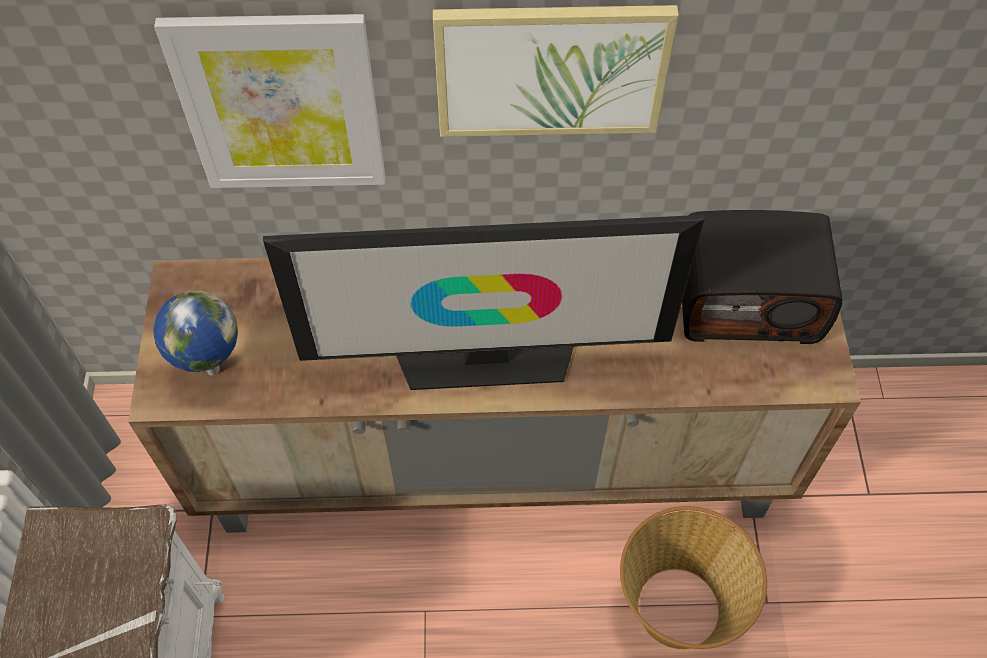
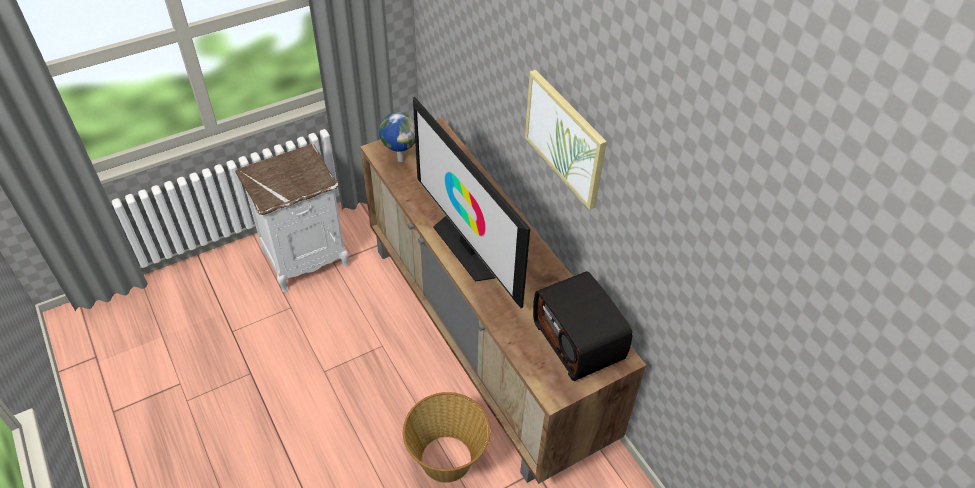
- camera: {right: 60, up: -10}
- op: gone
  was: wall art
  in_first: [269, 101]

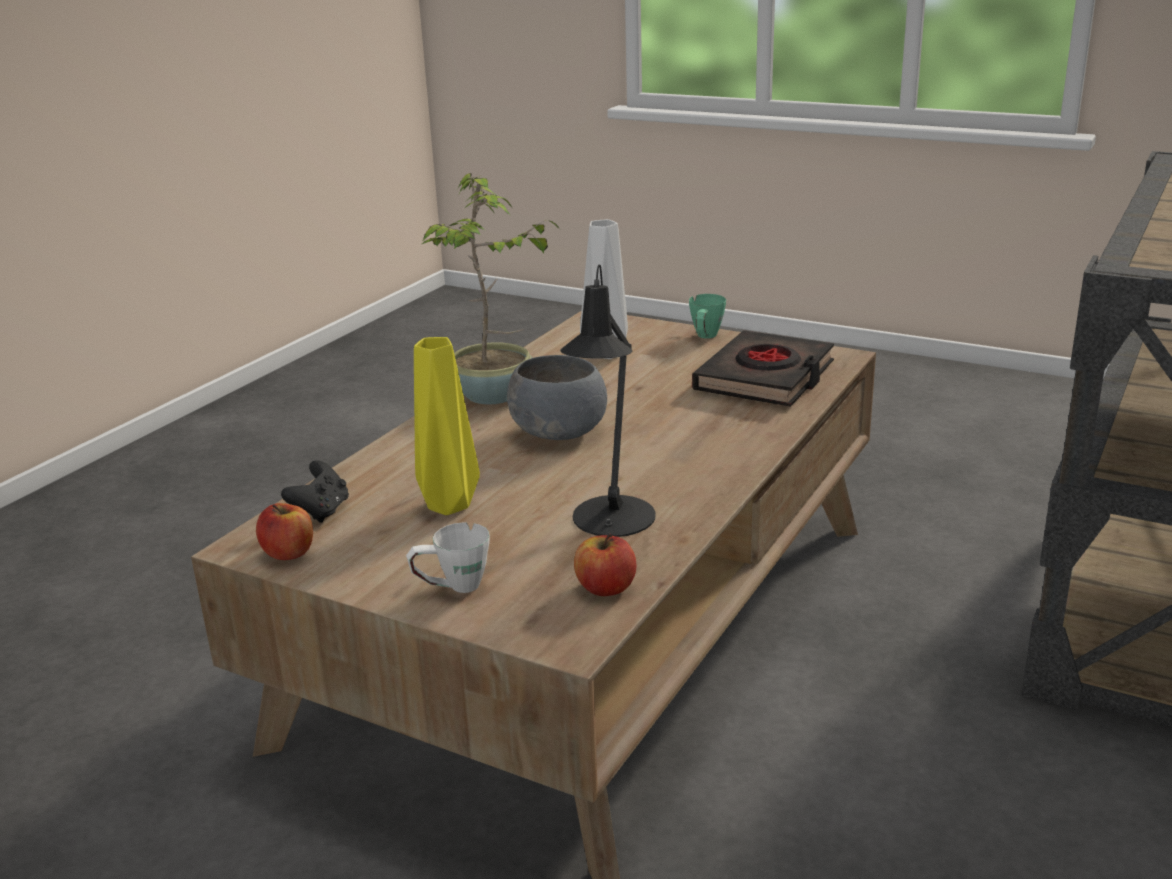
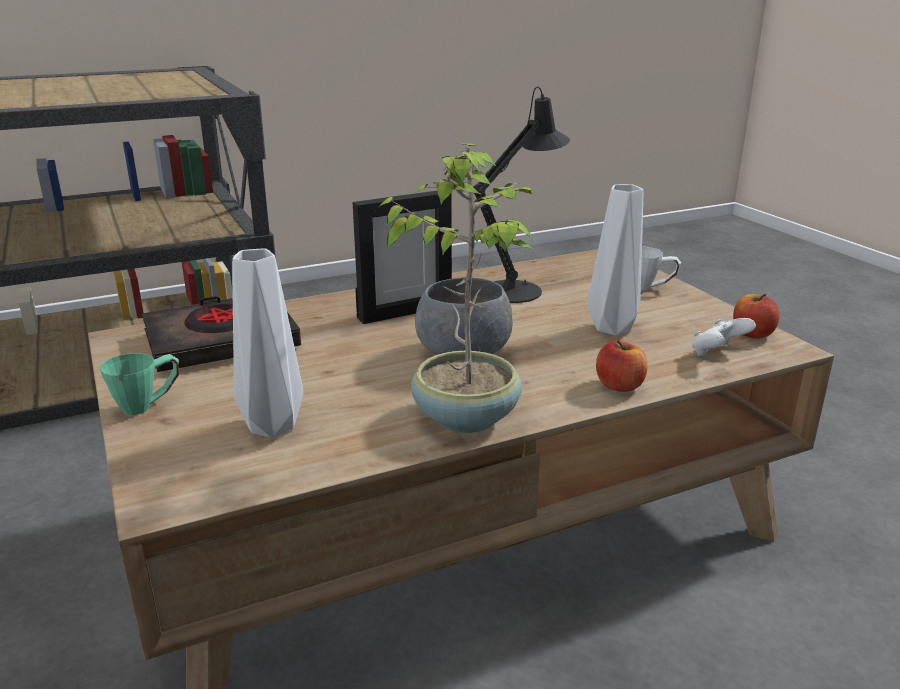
- camera: {right: -145, up: 0}
- op: repainted
  was: game controller/blackish
  now: game controller/white-coloured
  in_first: [315, 491]
  in_second: [724, 337]
- op: repainted
  was: decorative vase/yellow
  now: decorative vase/white-coloured
  in_first: [447, 426]
  in_second: [615, 259]
- op: shifted
  was: apple fruit
  in_first: [605, 564]
  in_second: [621, 366]
- op: new
  now: picture frame
  in_second: [402, 257]

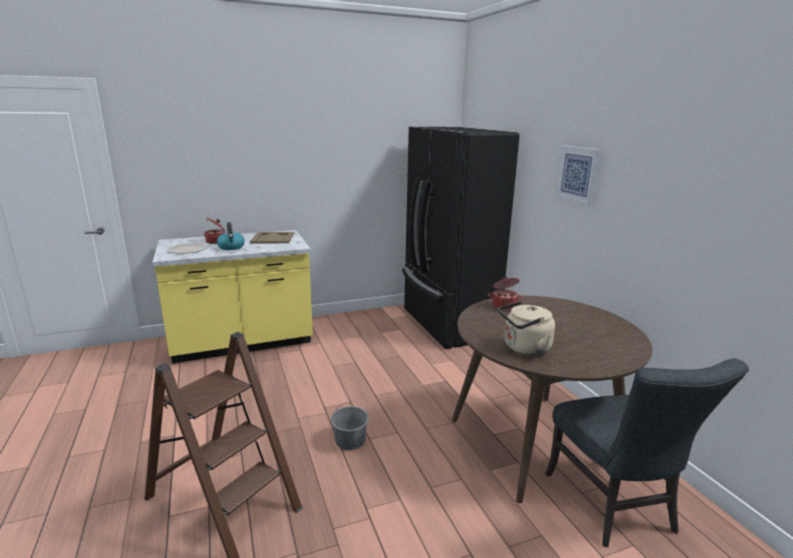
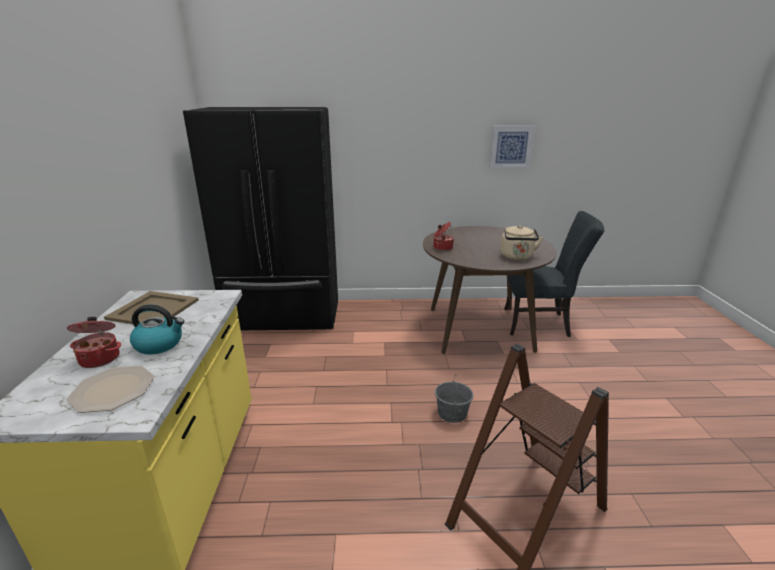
- camera: {right: -70, up: 5}
- op: shifted
  was: wall art
  in_first: [578, 175]
  in_second: [512, 146]

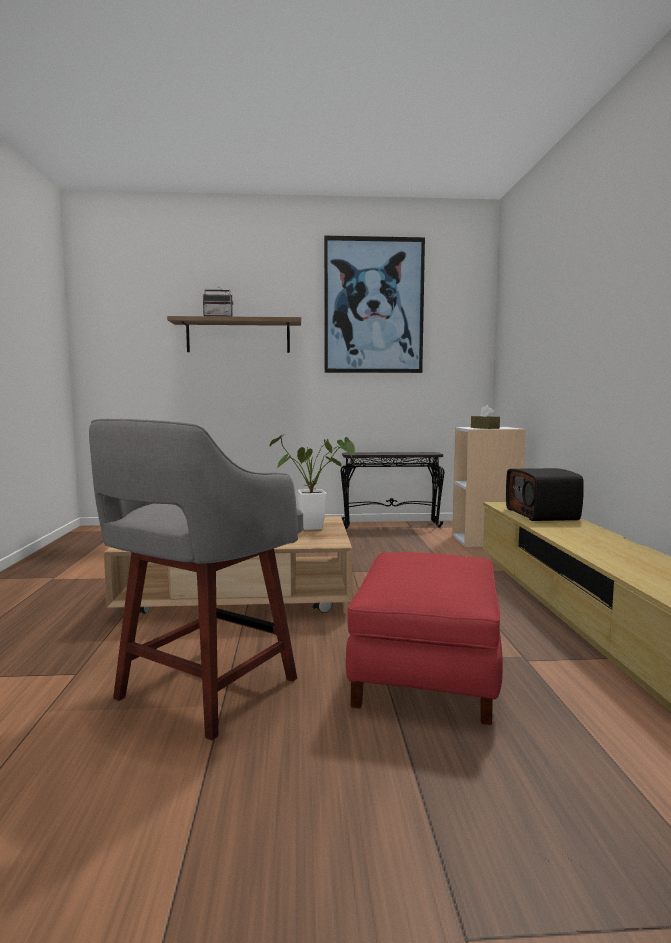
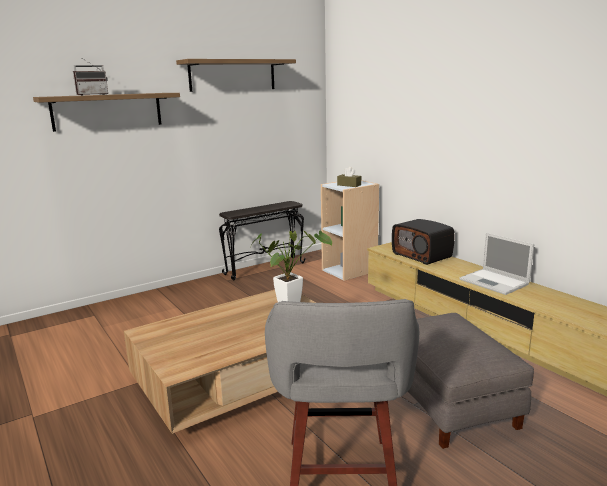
- camera: {right: -30, up: 10}
- op: swapped
  was: wall art
  now: wall shelf
  in_first: [374, 304]
  in_second: [236, 75]
- op: repainted
  was: pouffe/red-coloured
  now: pouffe/grey
  in_first: [424, 638]
  in_second: [471, 381]
- op: new
  now: portable computer
  in_second: [497, 264]

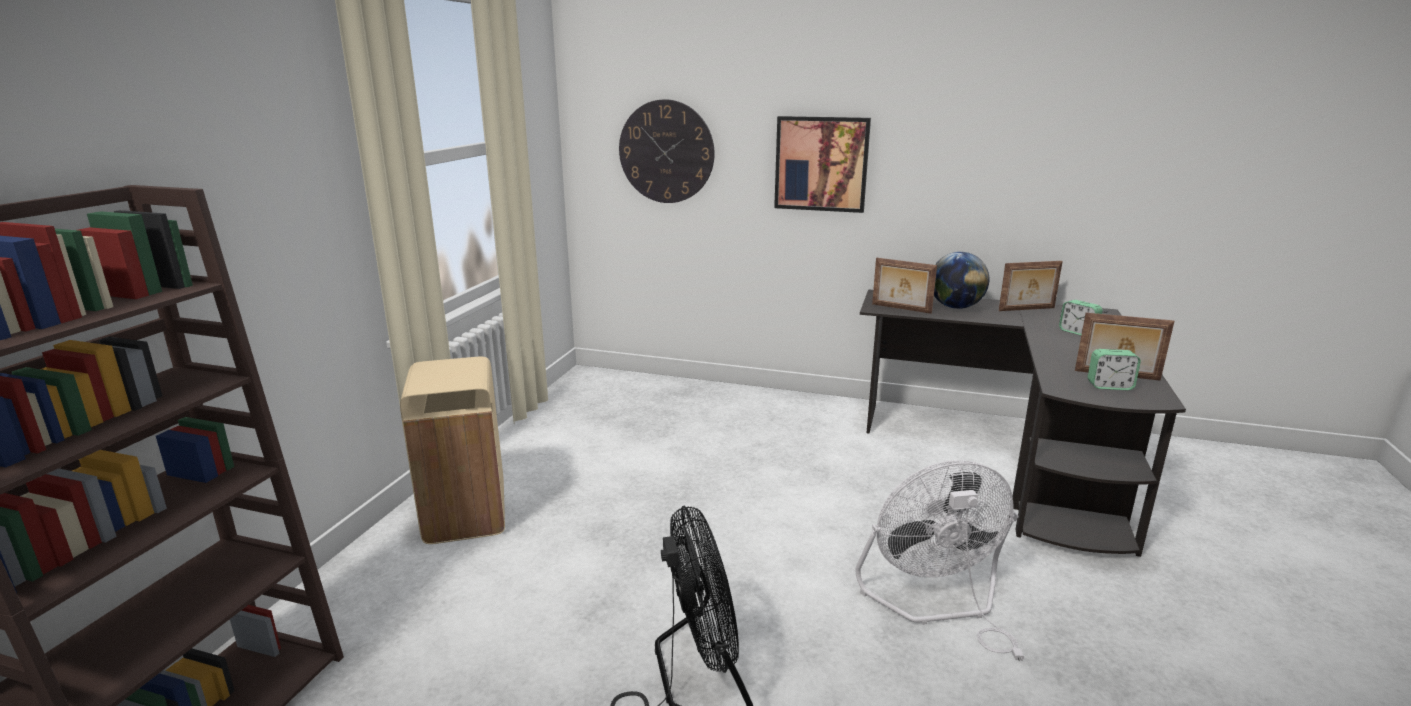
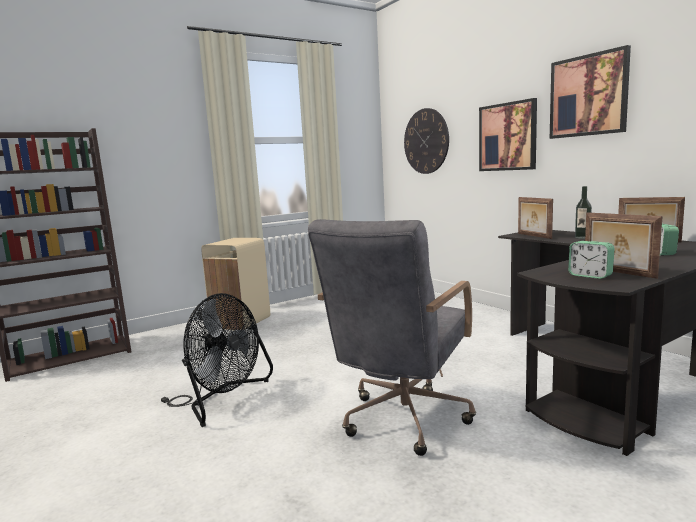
- camera: {right: 40, up: -10}
- op: swapped
  was: cooling fan/white-coloured
  now: desk chair/grey
  in_first: [940, 560]
  in_second: [392, 337]
- op: swapped
  was: world globe
  now: bottle
  in_first: [961, 280]
  in_second: [583, 212]
- op: new
  now: wall art
  in_second: [590, 92]

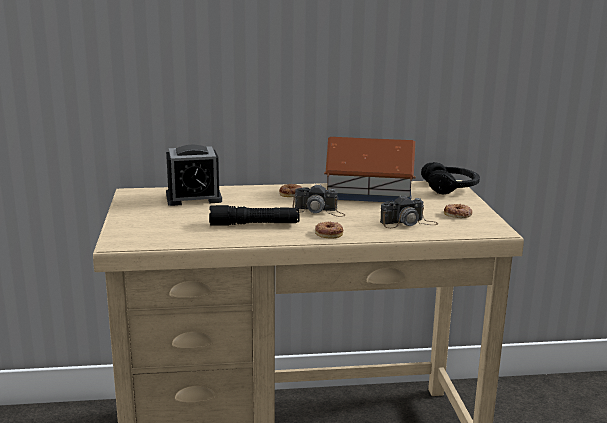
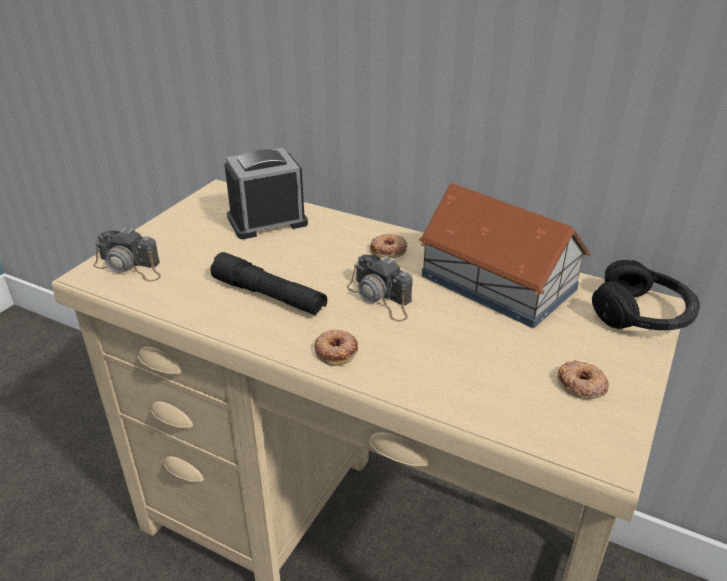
- camera: {right: 35, up: 15}
- op: rotated
  was: alarm clock
  in_first: [194, 175]
  in_second: [266, 193]
  clockwise: 135
- op: shifted
  was: photo camera
  in_first: [409, 211]
  in_second: [127, 254]

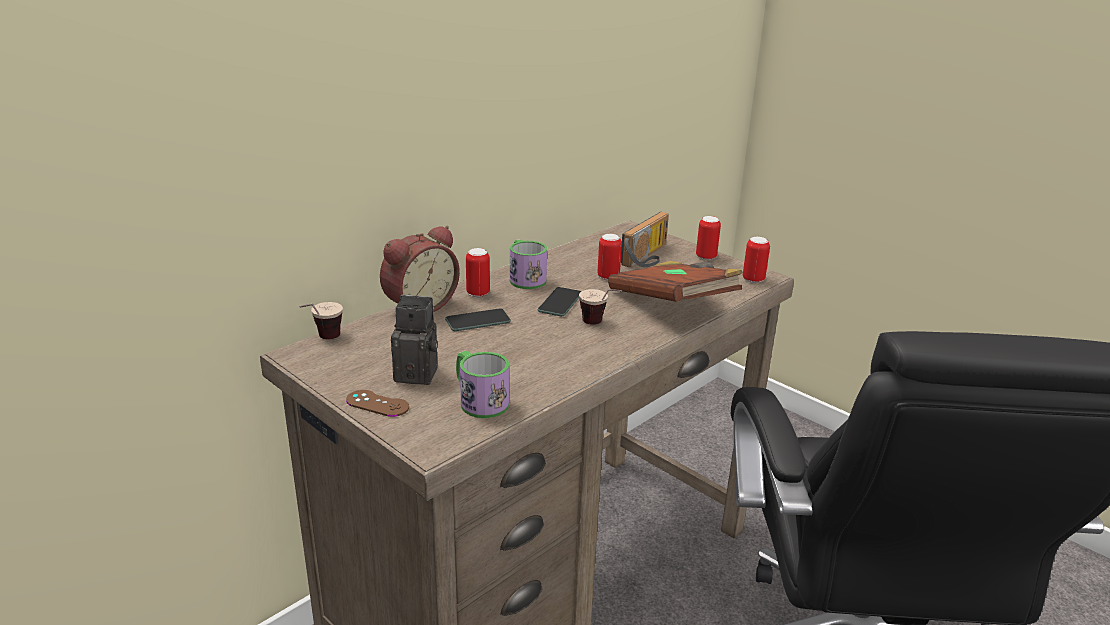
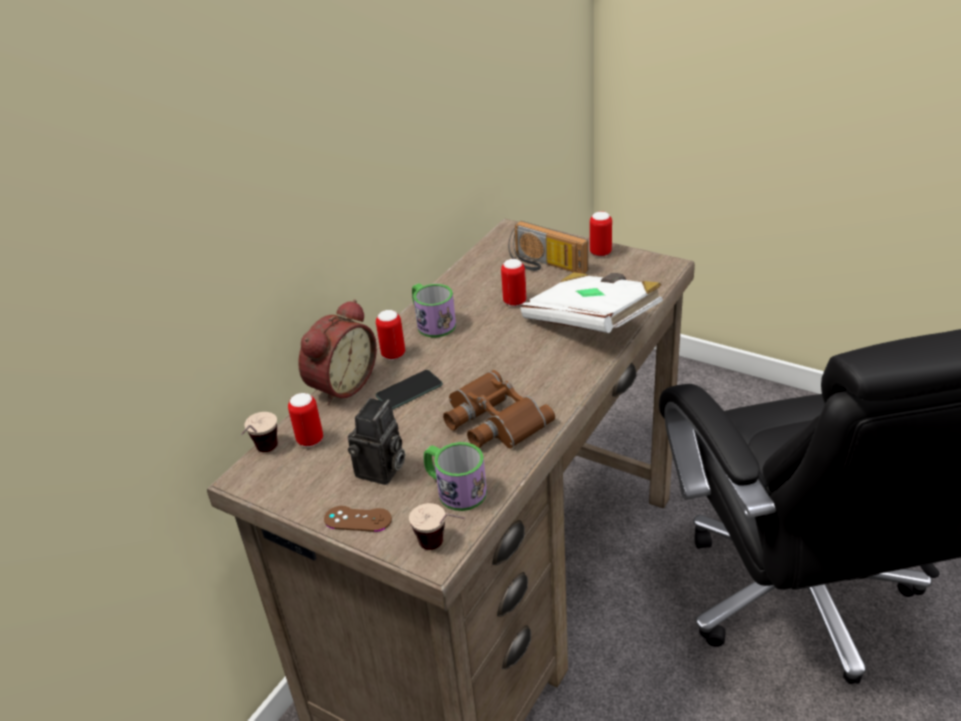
- camera: {right: -10, up: 10}
- op: rotated
  was: photo camera
  in_first: [414, 340]
  in_second: [376, 441]
  clockwise: 120
- op: gone
  was: phone
  in_first: [559, 301]
- op: shifted
  was: cup
  in_first: [600, 307]
  in_second: [437, 526]
- op: repainted
  was: book/brown
  now: book/white-coloured
  in_first: [675, 281]
  in_second: [591, 302]
- op: rotated
  was: radio set
  in_first: [645, 239]
  in_second: [548, 247]
  clockwise: 105
- op: shifted
  was: sealed can
  in_first: [756, 260]
  in_second: [305, 420]
- op: new
  now: field glasses/brown
  in_second: [499, 409]

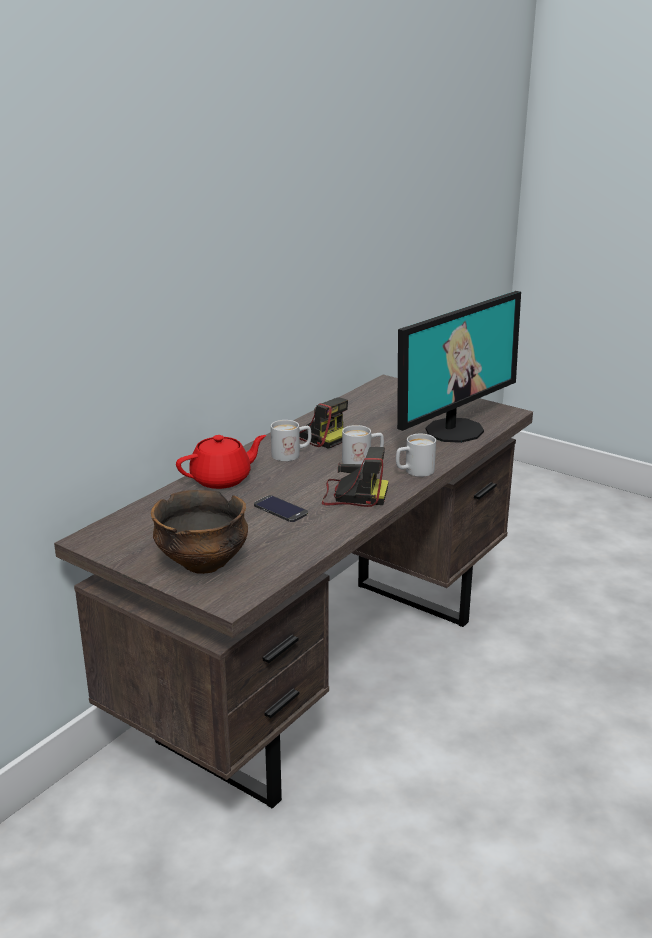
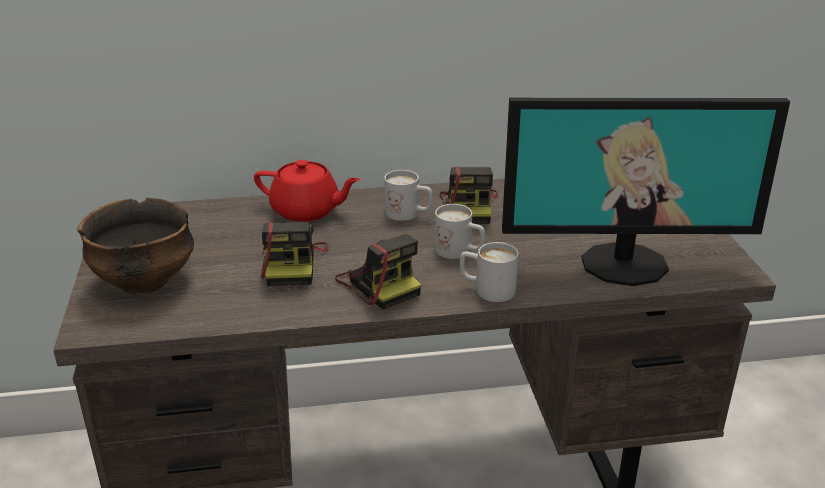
- camera: {right: 45, up: 5}
- op: swapped
  was: phone
  now: photo camera
  in_first: [281, 508]
  in_second: [295, 254]

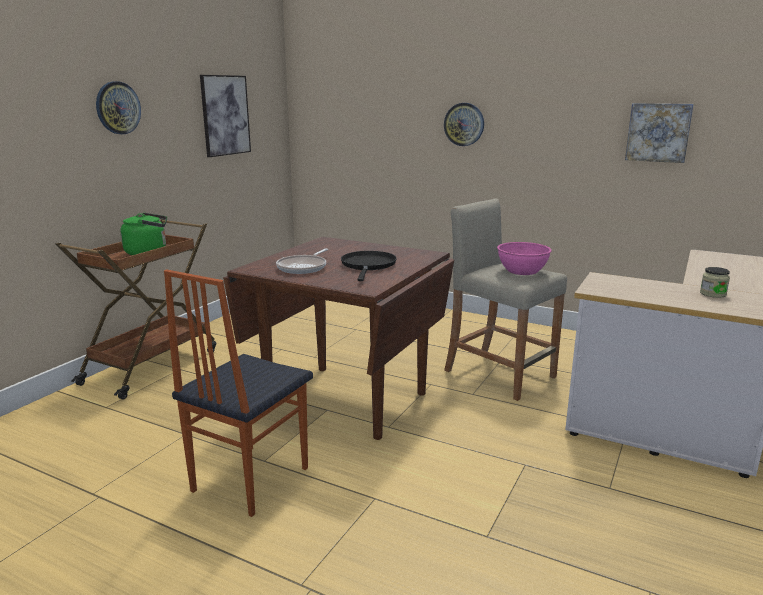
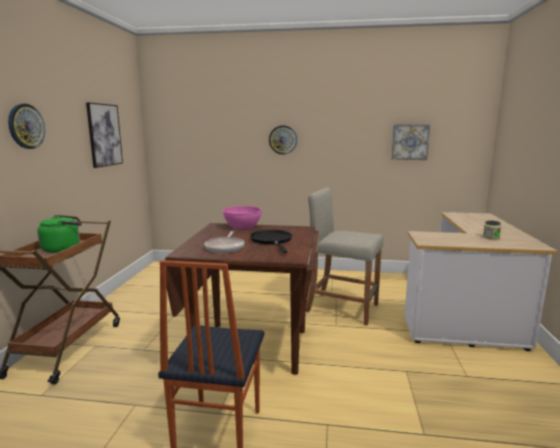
- camera: {right: -20, up: -5}
- op: shifted
  was: deep dish/pink-coloured
  in_first: [524, 258]
  in_second: [242, 218]

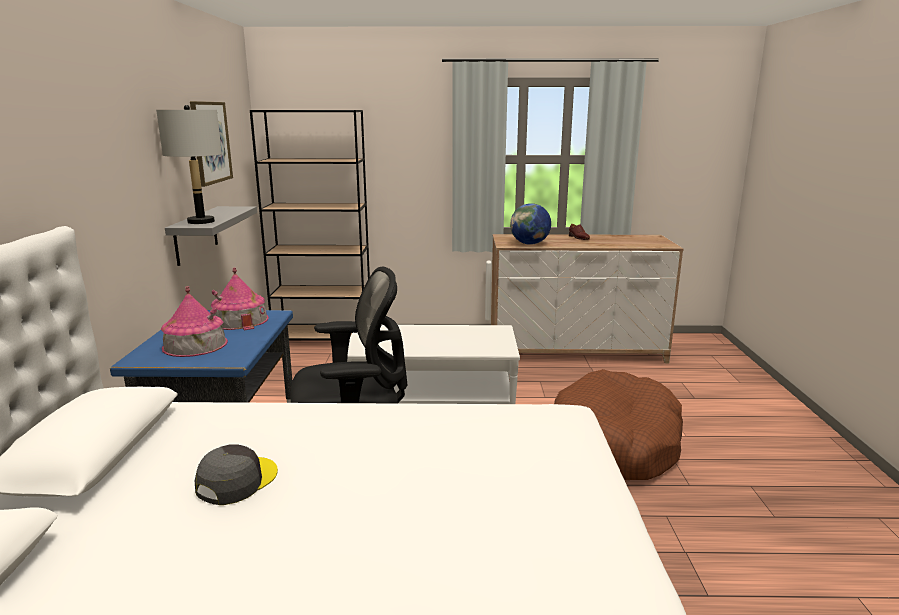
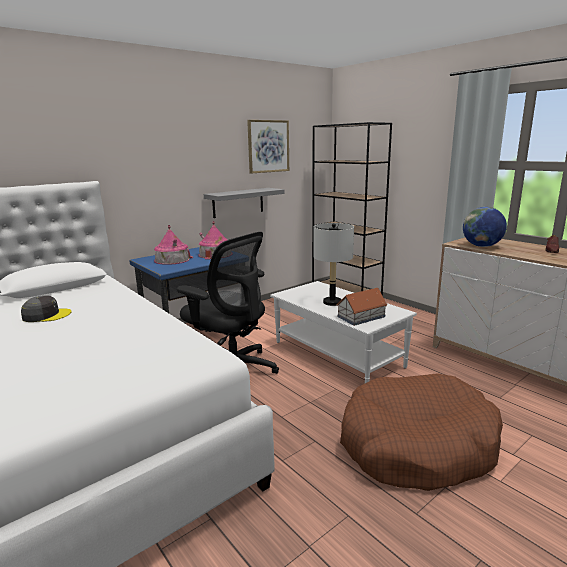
- camera: {right: 50, up: 0}
- op: shifted
  was: table lamp/grey
  in_first: [189, 164]
  in_second: [333, 264]
- op: new
  now: model house
  in_second: [362, 307]

